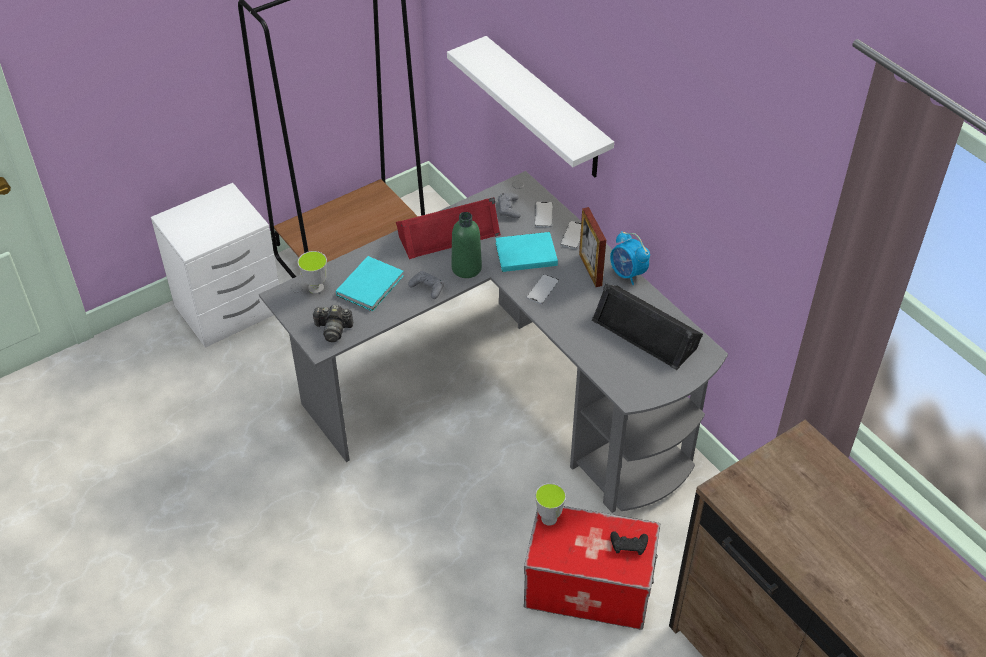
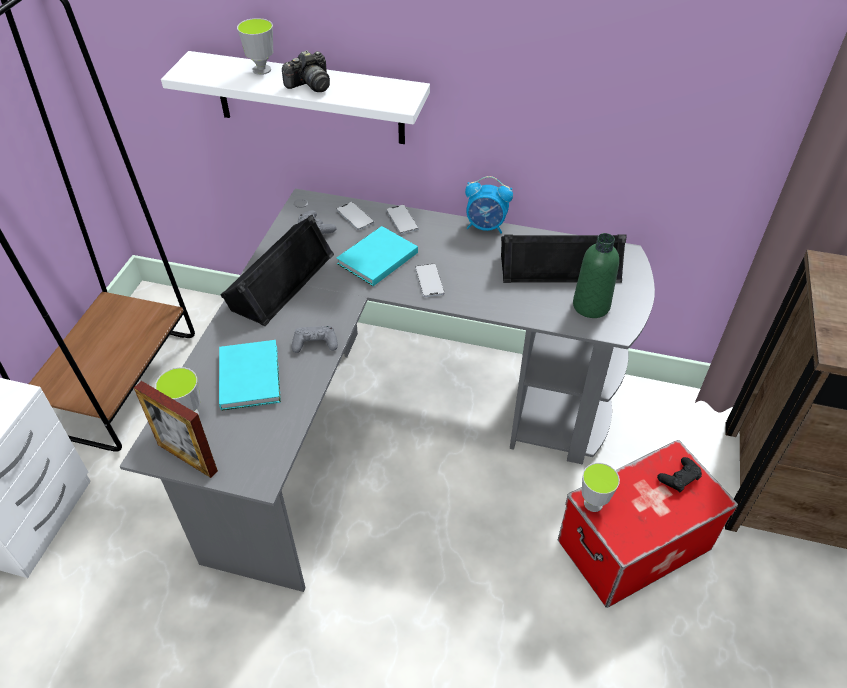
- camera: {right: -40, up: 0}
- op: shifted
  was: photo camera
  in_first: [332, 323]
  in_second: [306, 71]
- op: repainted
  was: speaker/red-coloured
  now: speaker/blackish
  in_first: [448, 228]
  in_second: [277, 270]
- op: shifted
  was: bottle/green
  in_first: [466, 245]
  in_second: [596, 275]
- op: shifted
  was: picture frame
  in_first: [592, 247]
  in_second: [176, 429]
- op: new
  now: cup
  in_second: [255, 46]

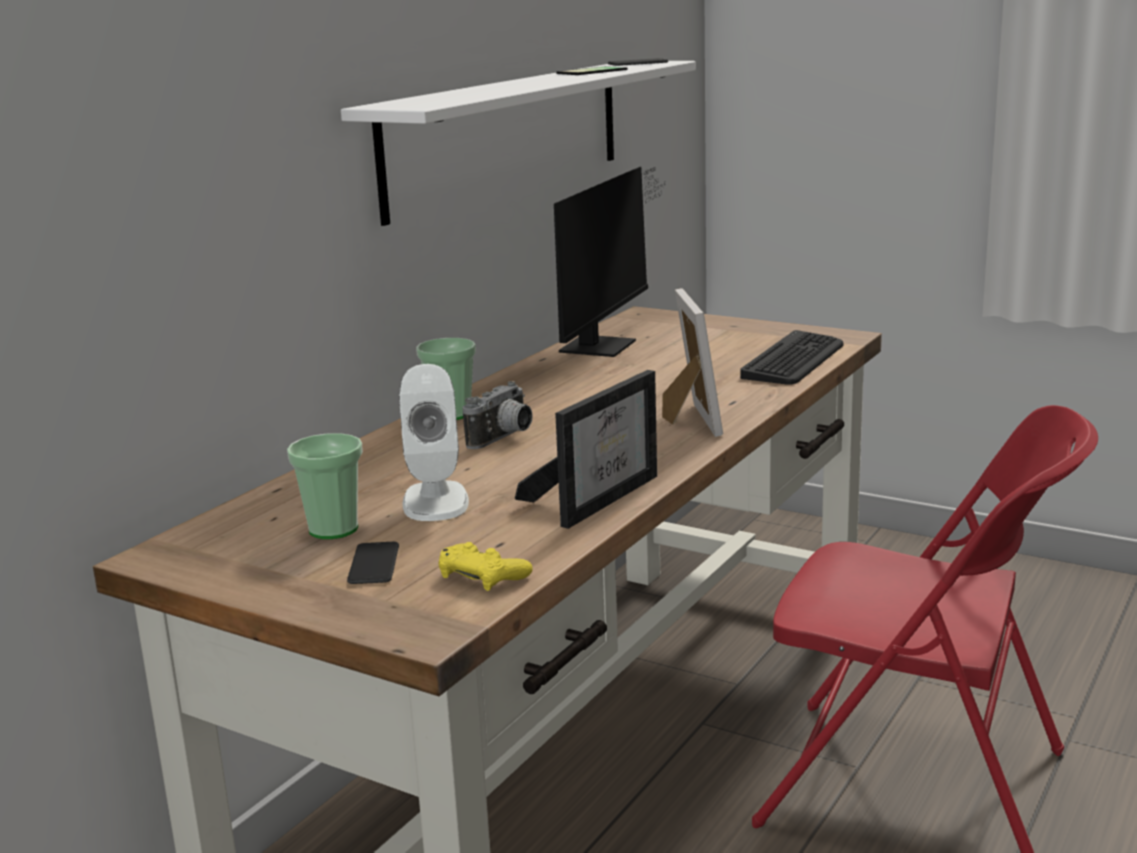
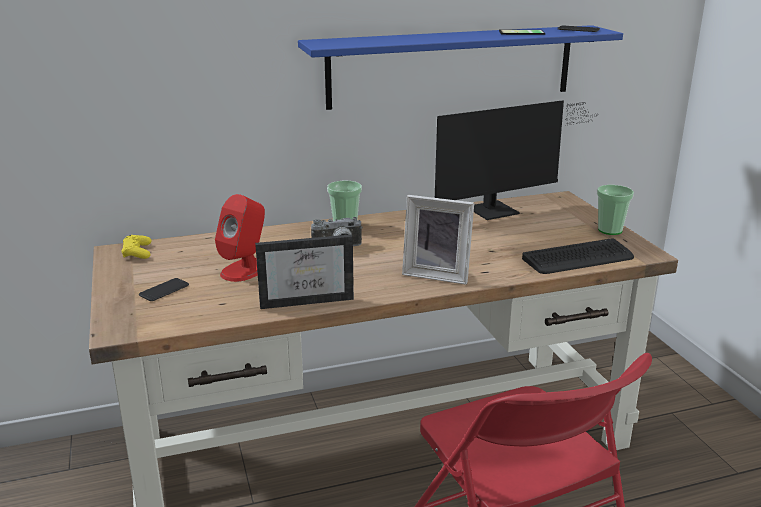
- camera: {right: 40, up: 5}
- op: shifted
  was: cup
  in_first: [325, 486]
  in_second: [615, 210]
- op: repainted
  was: wall shelf/white-coloured
  now: wall shelf/blue-coloured
  in_first: [518, 143]
  in_second: [460, 67]
- op: repainted
  was: speaker/white-coloured
  now: speaker/red-coloured
  in_first: [434, 442]
  in_second: [240, 238]
- op: shifted
  was: game controller/yellow
  in_first: [485, 566]
  in_second: [136, 247]
- op: rotated
  was: picture frame
  in_first: [692, 362]
  in_second: [438, 240]
  clockwise: 75

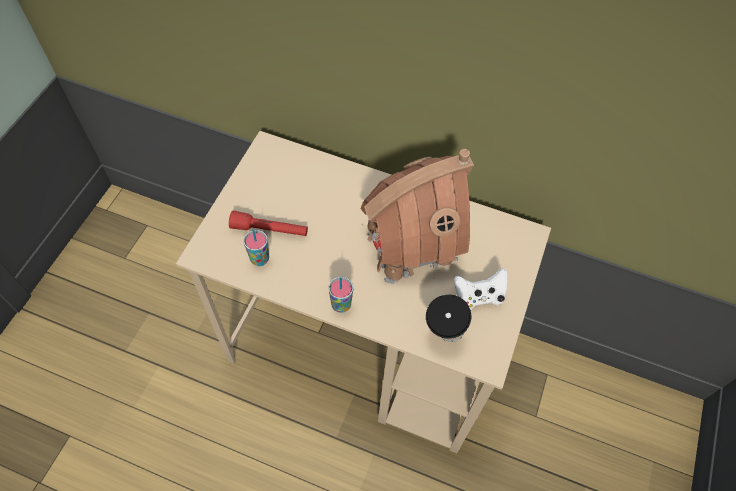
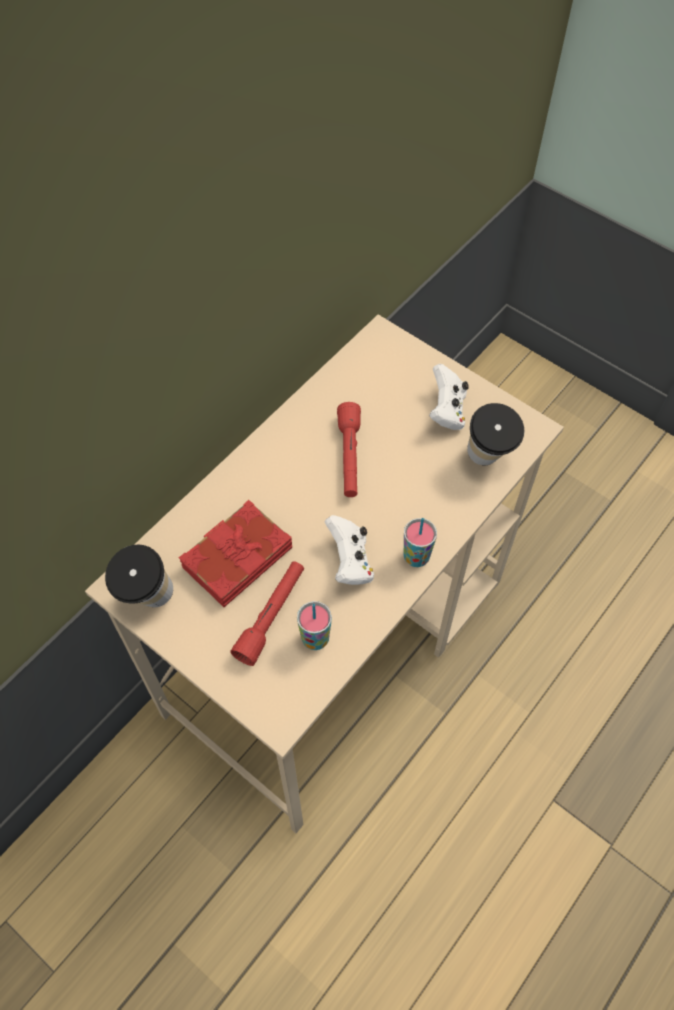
- camera: {right: -70, up: 0}
- op: swapped
  was: model house
  now: torch/red-coloured
  in_first: [417, 216]
  in_second: [349, 449]
- op: new
  now: cup
  in_second: [139, 575]
- op: new
  now: book/red-coloured
  in_second: [235, 553]
- op: new
  now: game controller/white-coloured
  in_second: [349, 550]

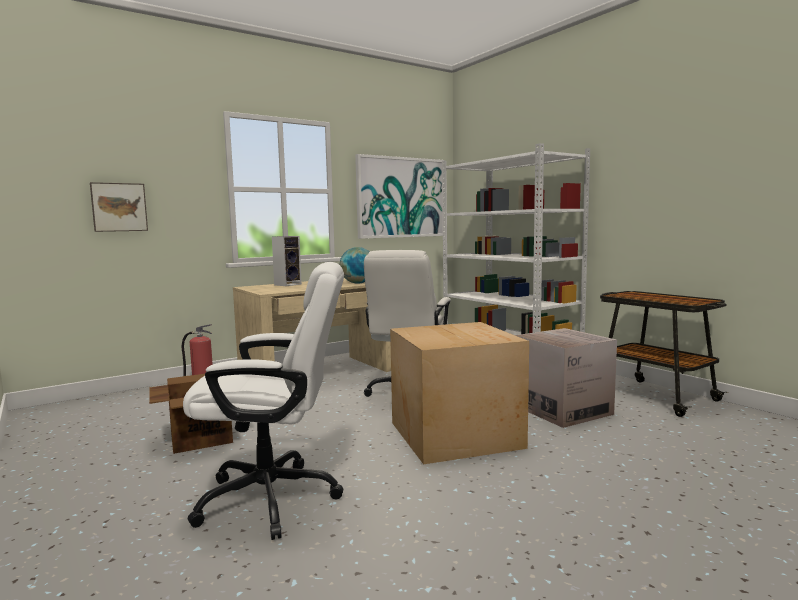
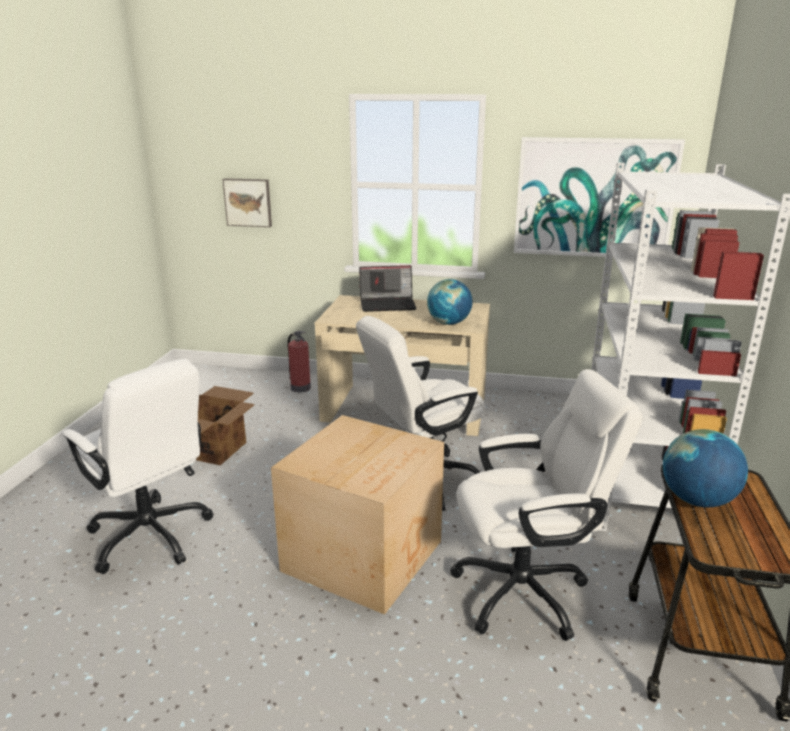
- camera: {right: 45, up: 15}
- op: swapped
  was: speaker
  now: portable computer
  in_first: [287, 261]
  in_second: [387, 288]
- op: swapped
  was: cardboard box
  now: desk chair/white-coloured
  in_first: [566, 378]
  in_second: [546, 505]
- op: new
  now: world globe
  in_second: [705, 468]

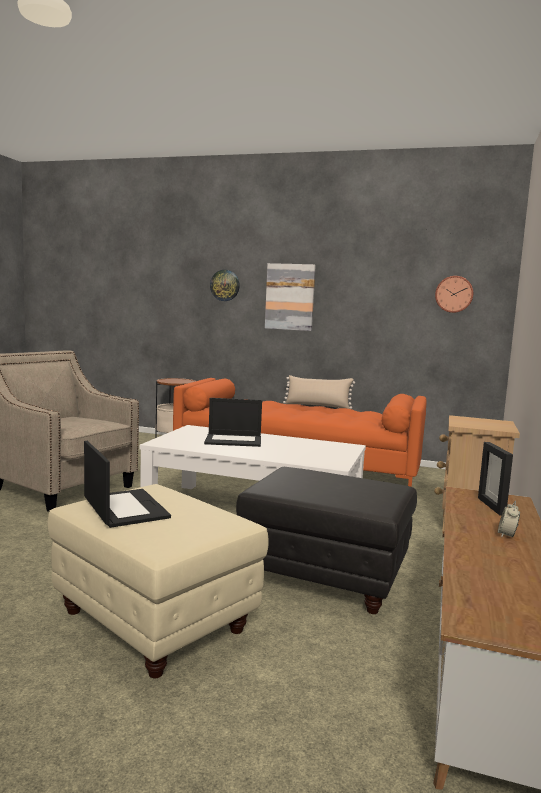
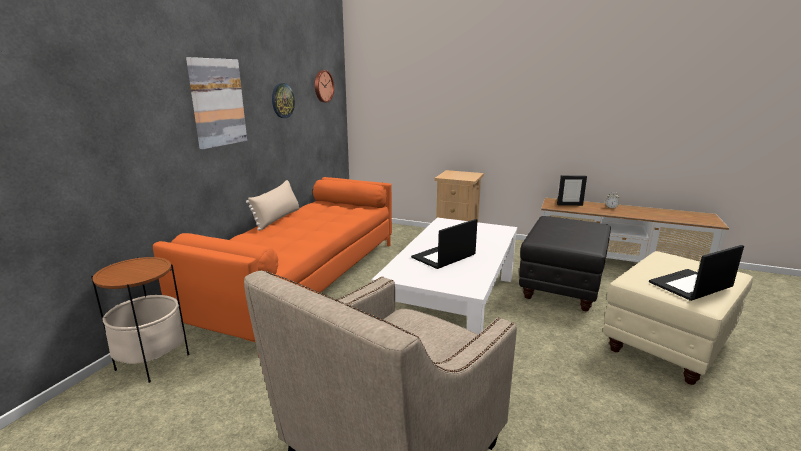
- camera: {right: -85, up: 10}
- op: rotated
  was: portable computer
  in_first: [233, 422]
  in_second: [444, 244]
  clockwise: -135
- op: shifted
  was: wall clock
  in_first: [225, 285]
  in_second: [283, 100]

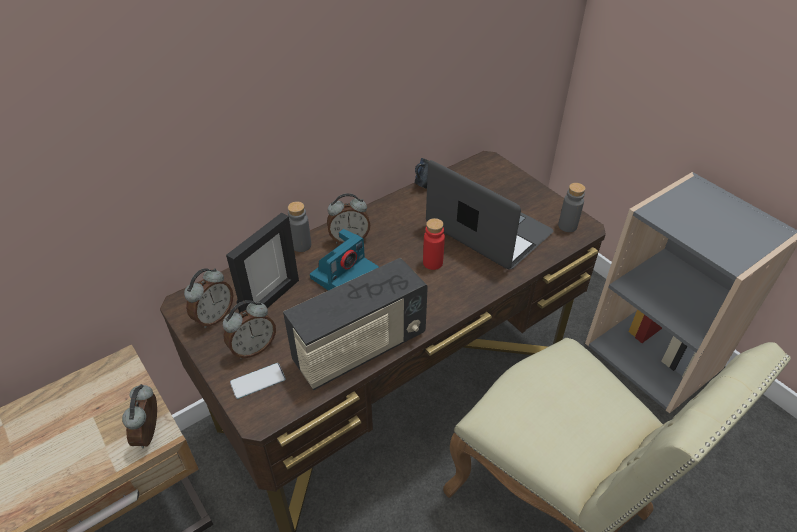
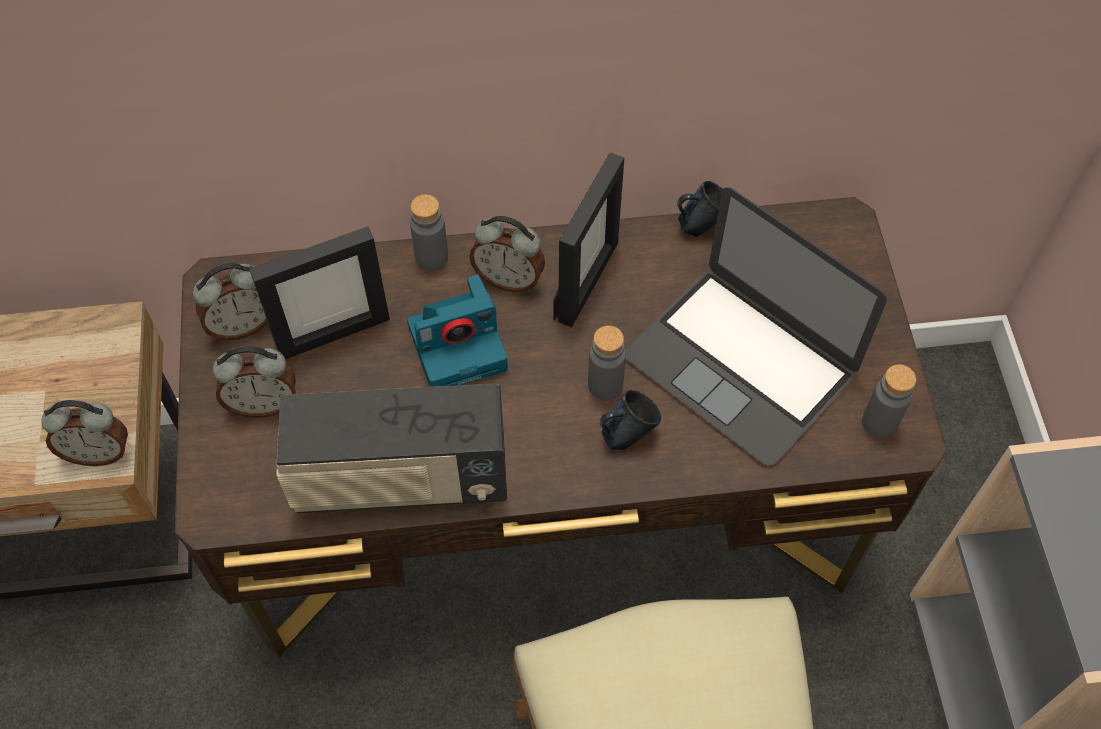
- camera: {right: 30, up: 15}
- op: rotated
  was: alarm clock
  in_first: [139, 416]
  in_second: [84, 433]
  clockwise: -120
- op: gone
  was: phone
  in_first: [258, 381]
- op: repainted
  was: bottle/red-coloured
  now: bottle/grey
  in_first: [434, 244]
  in_second: [607, 362]
- op: rotated
  was: portable computer
  in_first: [489, 214]
  in_second: [756, 326]
  clockwise: 150
- op: new
  now: picture frame
  in_second: [588, 239]
- op: new
  now: mug/blue-coloured
  in_second: [630, 420]

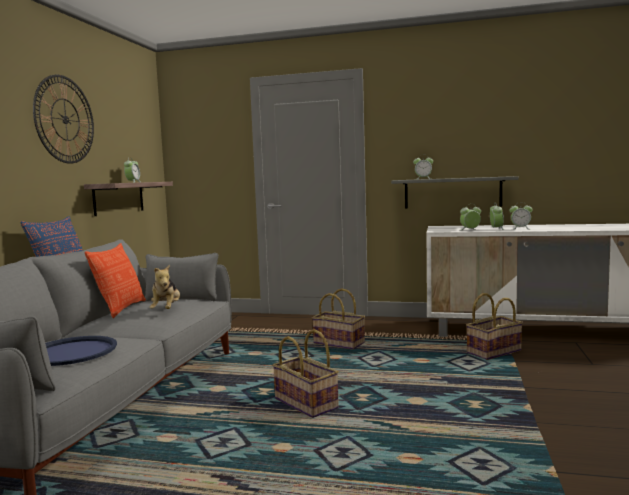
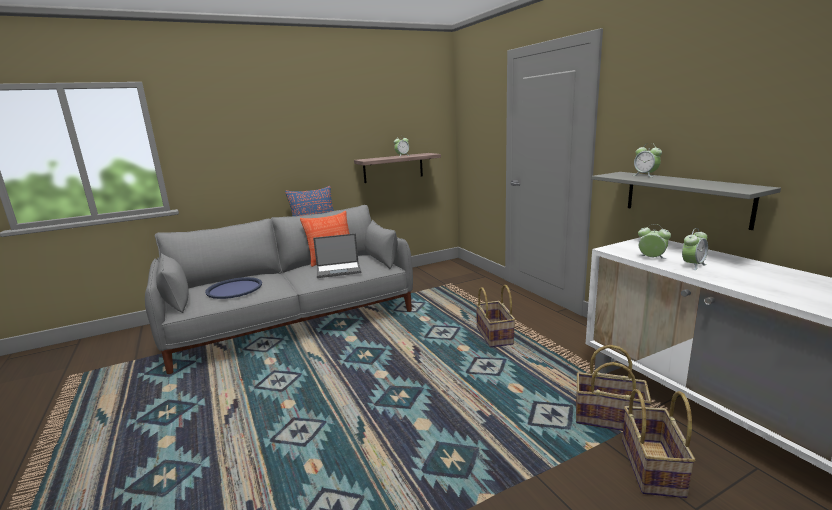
- camera: {right: 50, up: 10}
- op: gone
  was: wall clock
  in_first: [63, 119]
- op: swapped
  was: cuddly toy
  now: portable computer
  in_first: [164, 287]
  in_second: [337, 255]
- op: shifted
  was: storage basket
  in_first: [305, 373]
  in_second: [659, 443]
- op: gone
  was: alarm clock
  in_first: [521, 217]

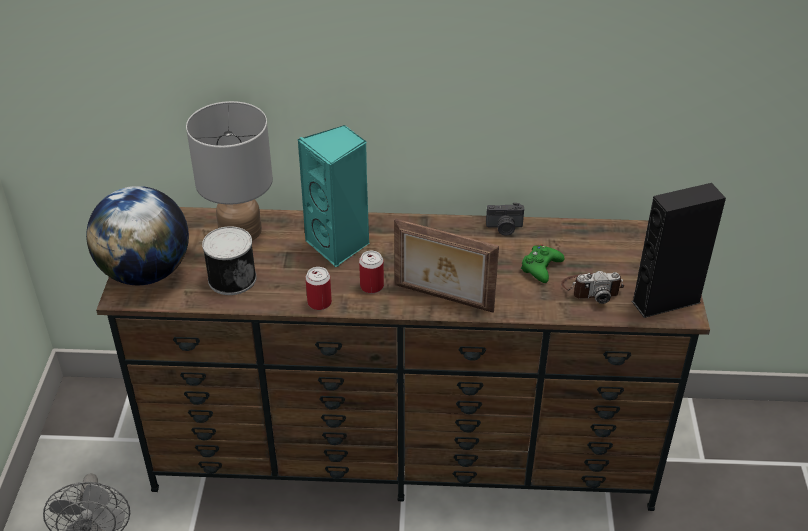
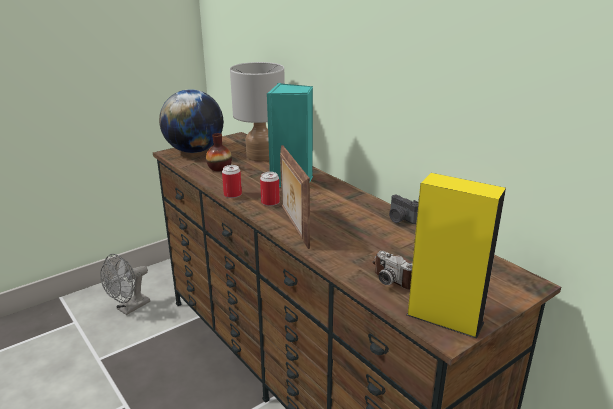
- camera: {right: 50, up: -15}
- op: swapped
  was: sealed can
  now: decorative vase
  in_first: [229, 260]
  in_second: [219, 152]
- op: gone
  was: game controller/green
  in_first: [542, 264]
- op: repainted
  was: speaker/blackish
  now: speaker/yellow
  in_first: [679, 250]
  in_second: [456, 256]

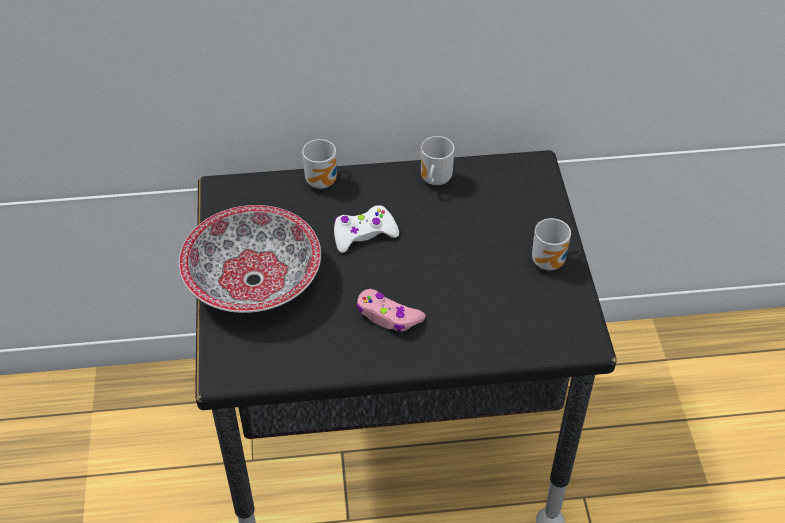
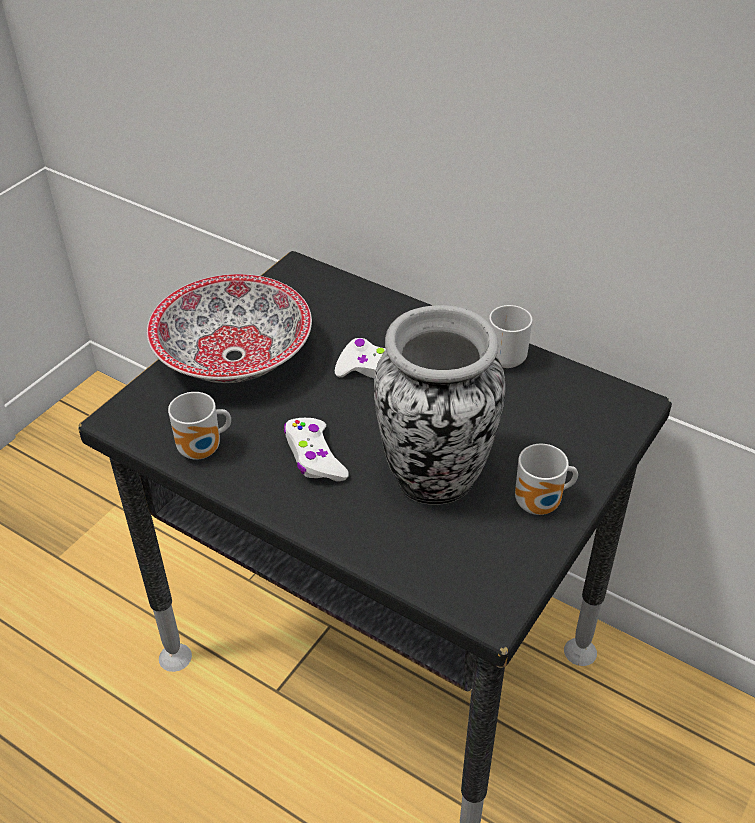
- camera: {right: 40, up: -5}
- op: shifted
  was: mug
  in_first: [319, 164]
  in_second: [199, 426]
- op: repainted
  was: game controller/pink-coloured
  now: game controller/white-coloured
  in_first: [391, 310]
  in_second: [316, 449]
- op: new
  now: decorative vase
  in_second: [440, 405]

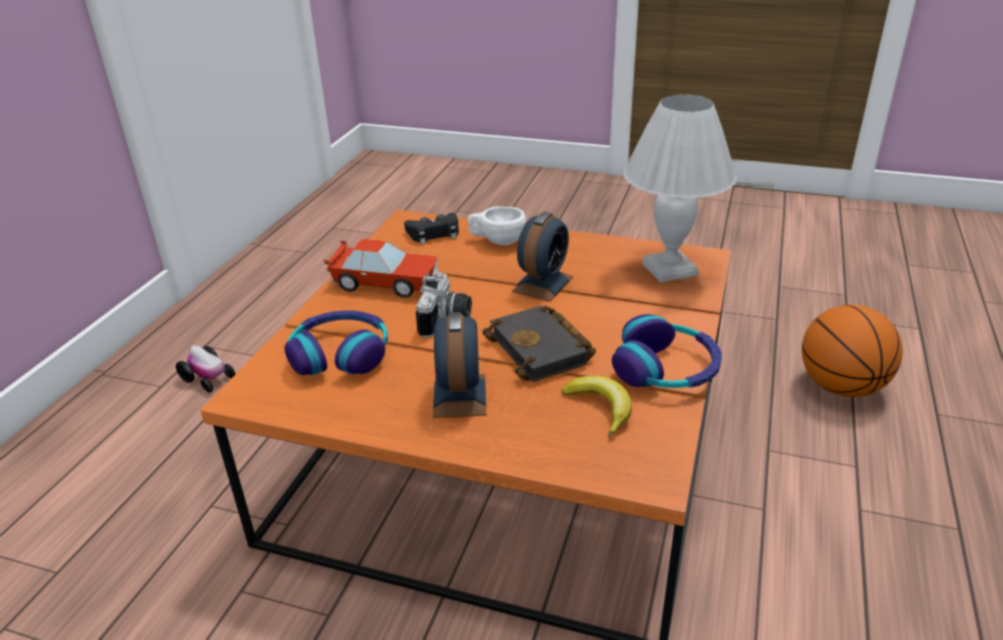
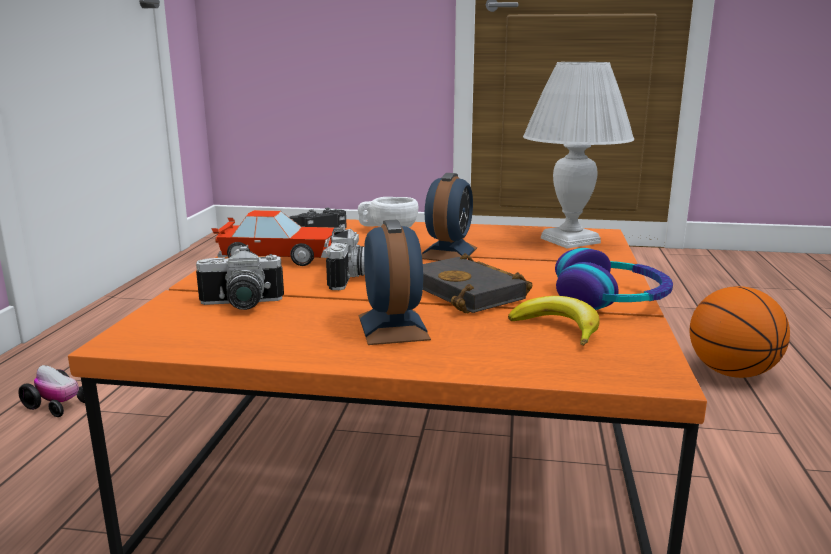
- camera: {right: -10, up: -15}
- op: swapped
  was: headset
  now: photo camera
  in_first: [336, 343]
  in_second: [240, 277]

